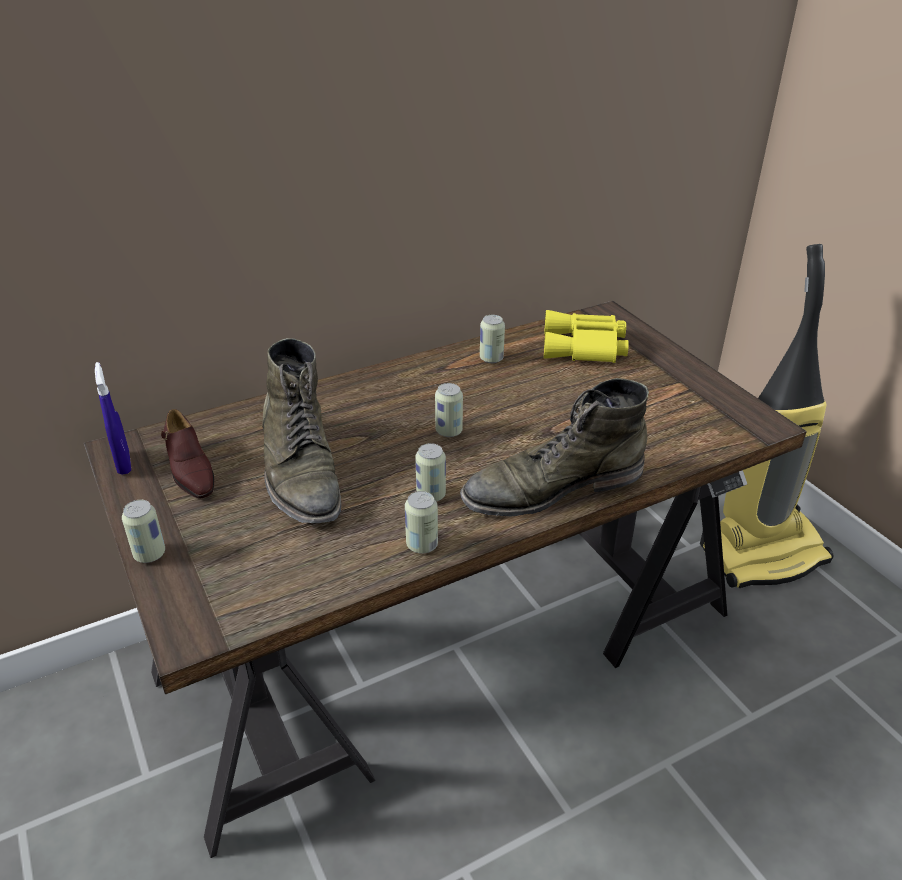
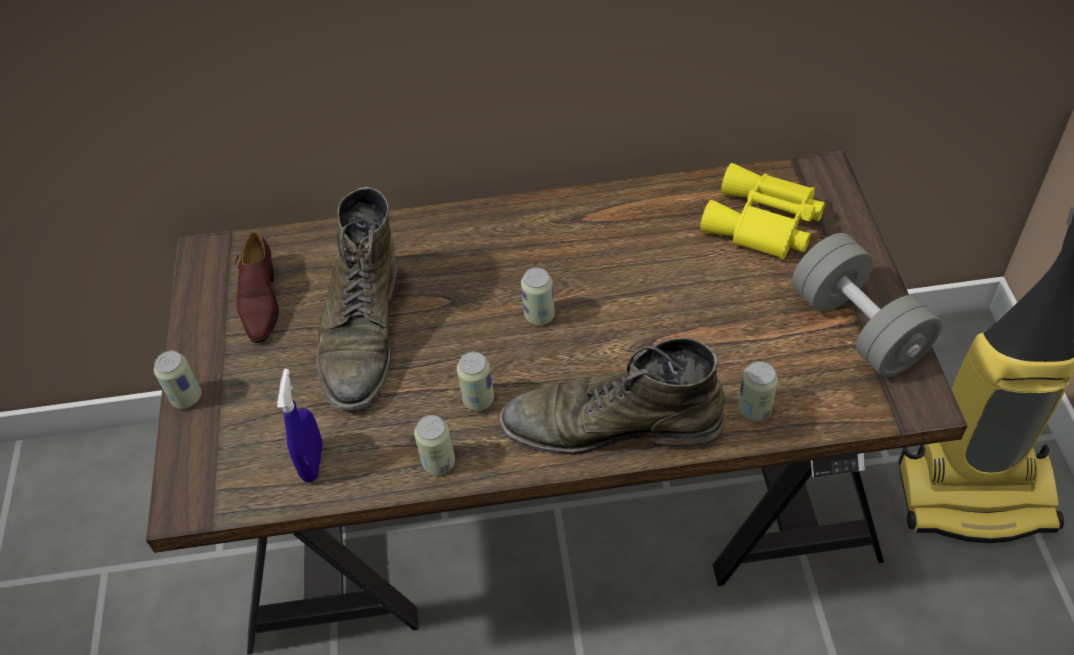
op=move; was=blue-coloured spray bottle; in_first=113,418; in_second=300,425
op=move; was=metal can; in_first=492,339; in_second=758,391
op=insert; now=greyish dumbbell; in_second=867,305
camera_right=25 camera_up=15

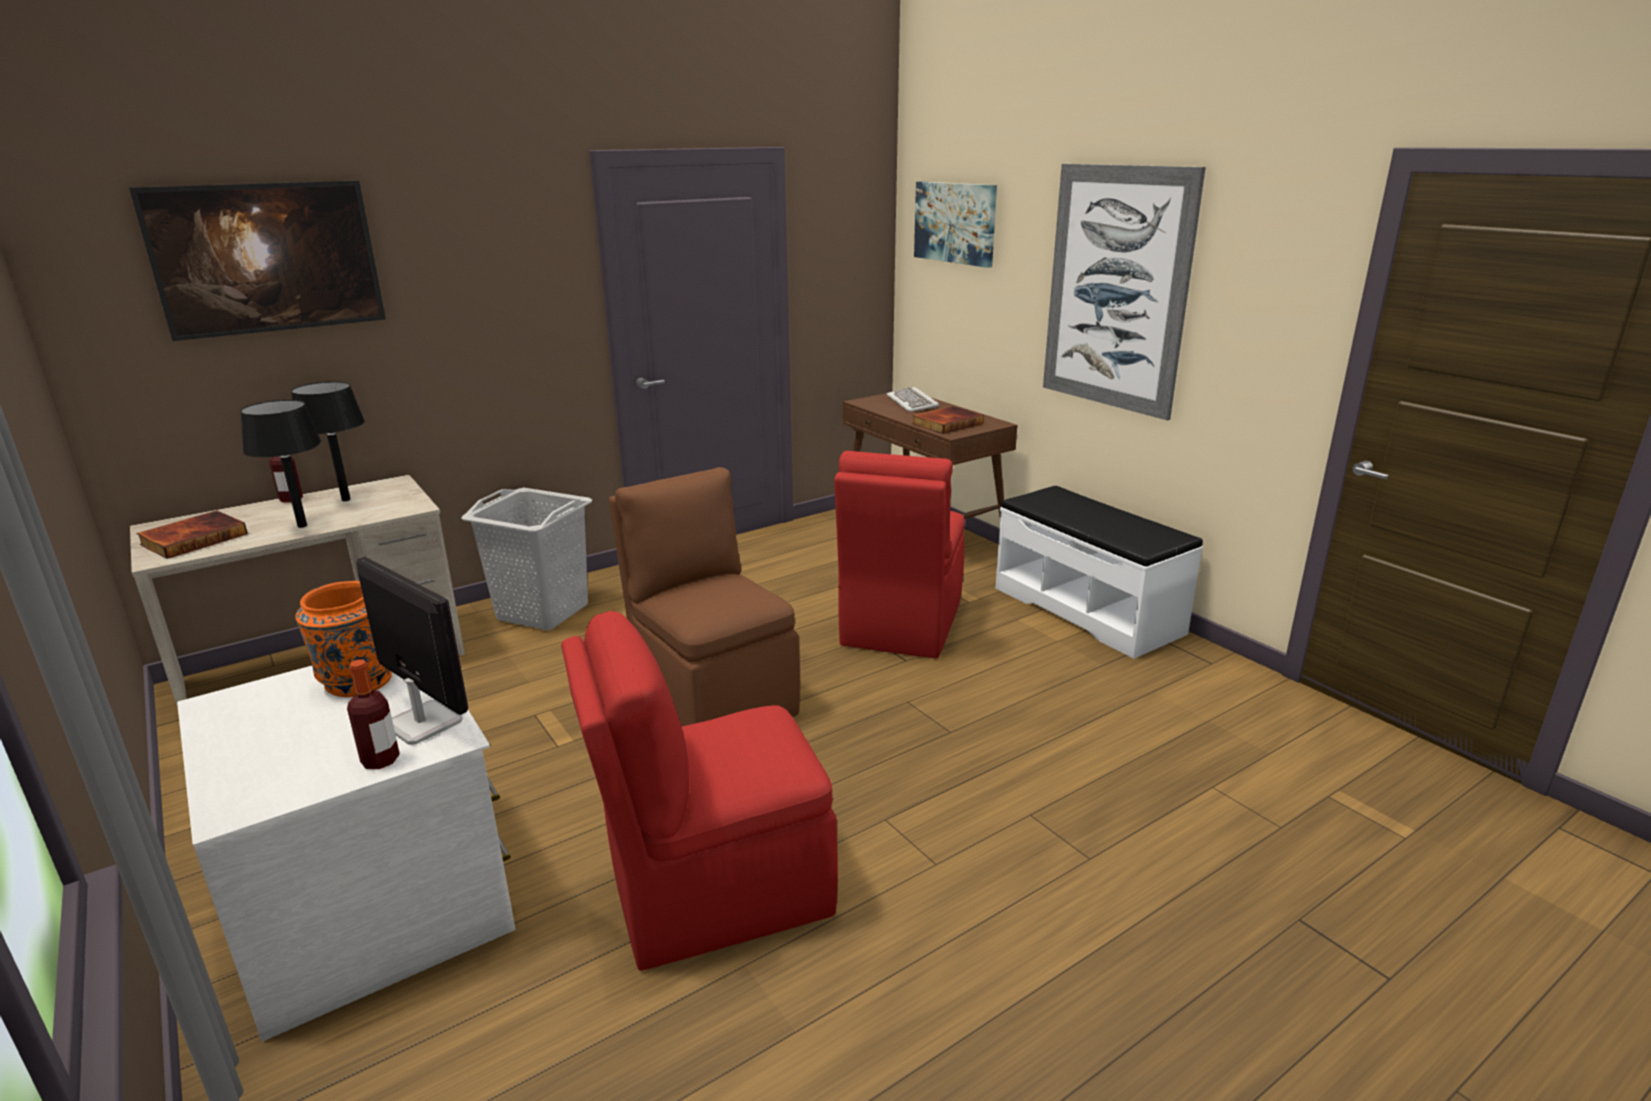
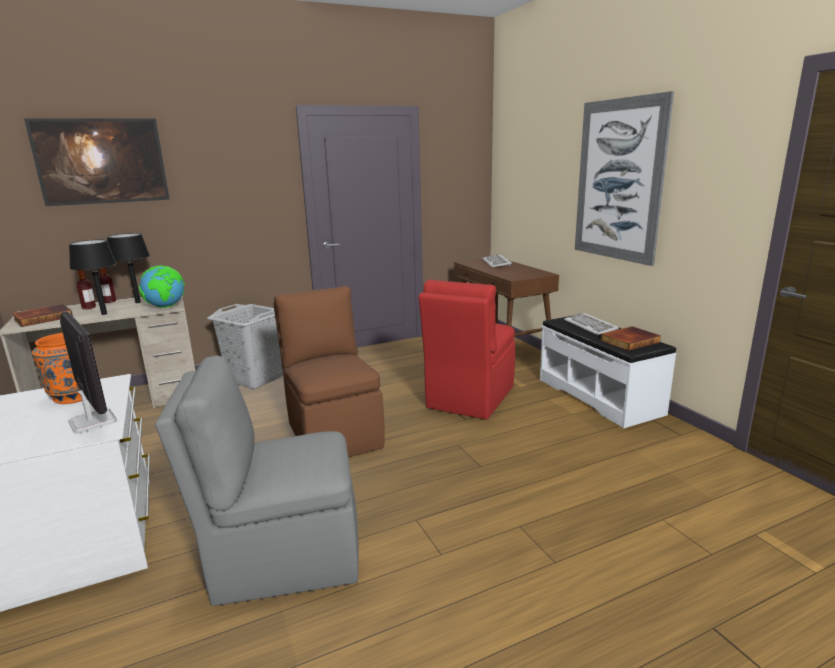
op=move; was=bottle; in_first=373,714; in_second=86,289
op=insert; now=globe; in_second=162,287
op=recolor; was=red-coloured upright chair; now=greyish upright chair; in_first=699,791; in_second=256,480
op=insert; now=PC keyboard; in_second=591,324
op=move; was=volume; in_first=948,420; in_second=630,338
op=delete; was=wall picture; in_first=955,224
camera_right=10 camera_up=-5

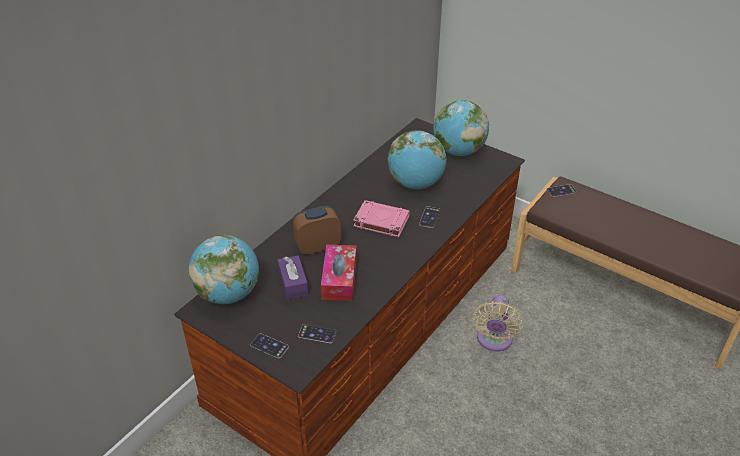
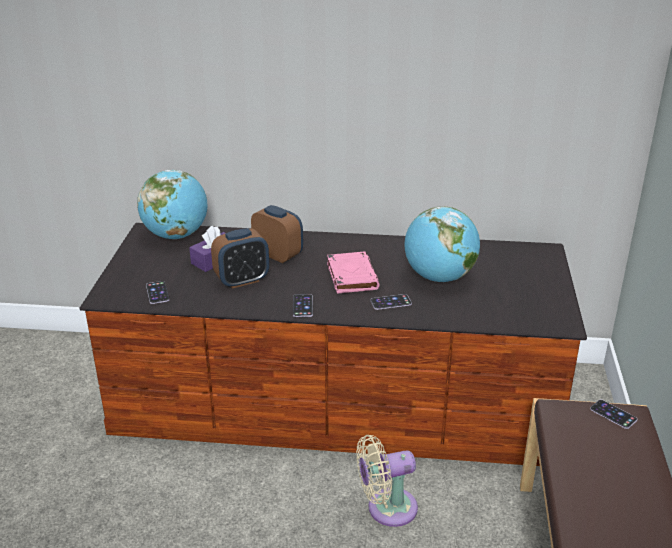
op=replace; was=box of tissues; now=alarm clock; in_first=339,272; in_second=240,258
op=move; was=handset; in_first=269,345; in_second=303,305
op=delete; was=globe; in_first=461,128
camera_right=60 camera_up=-10

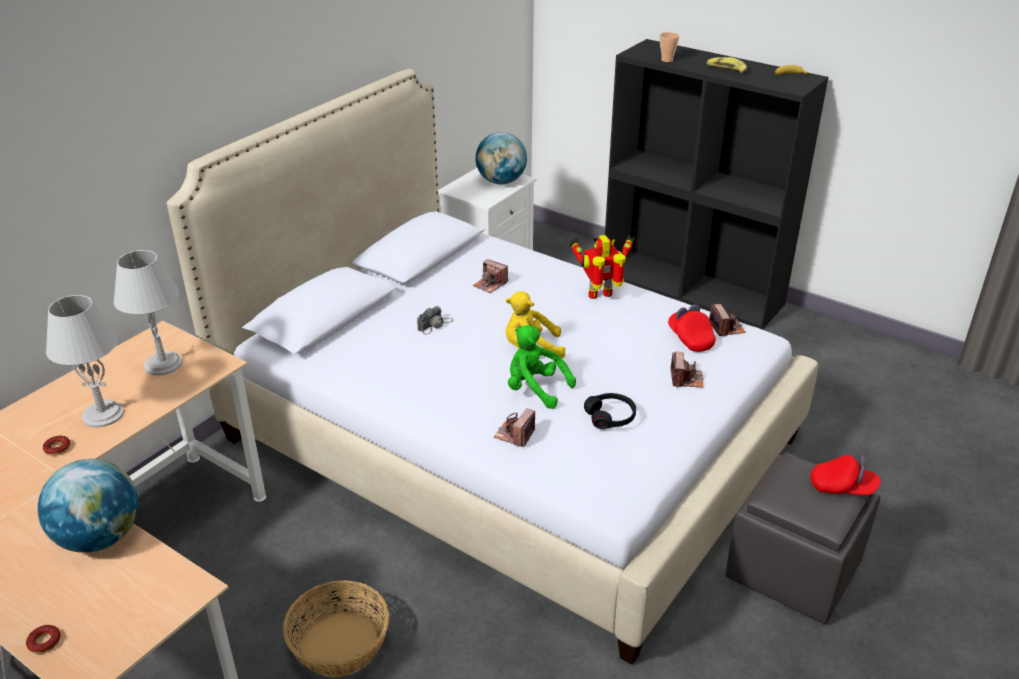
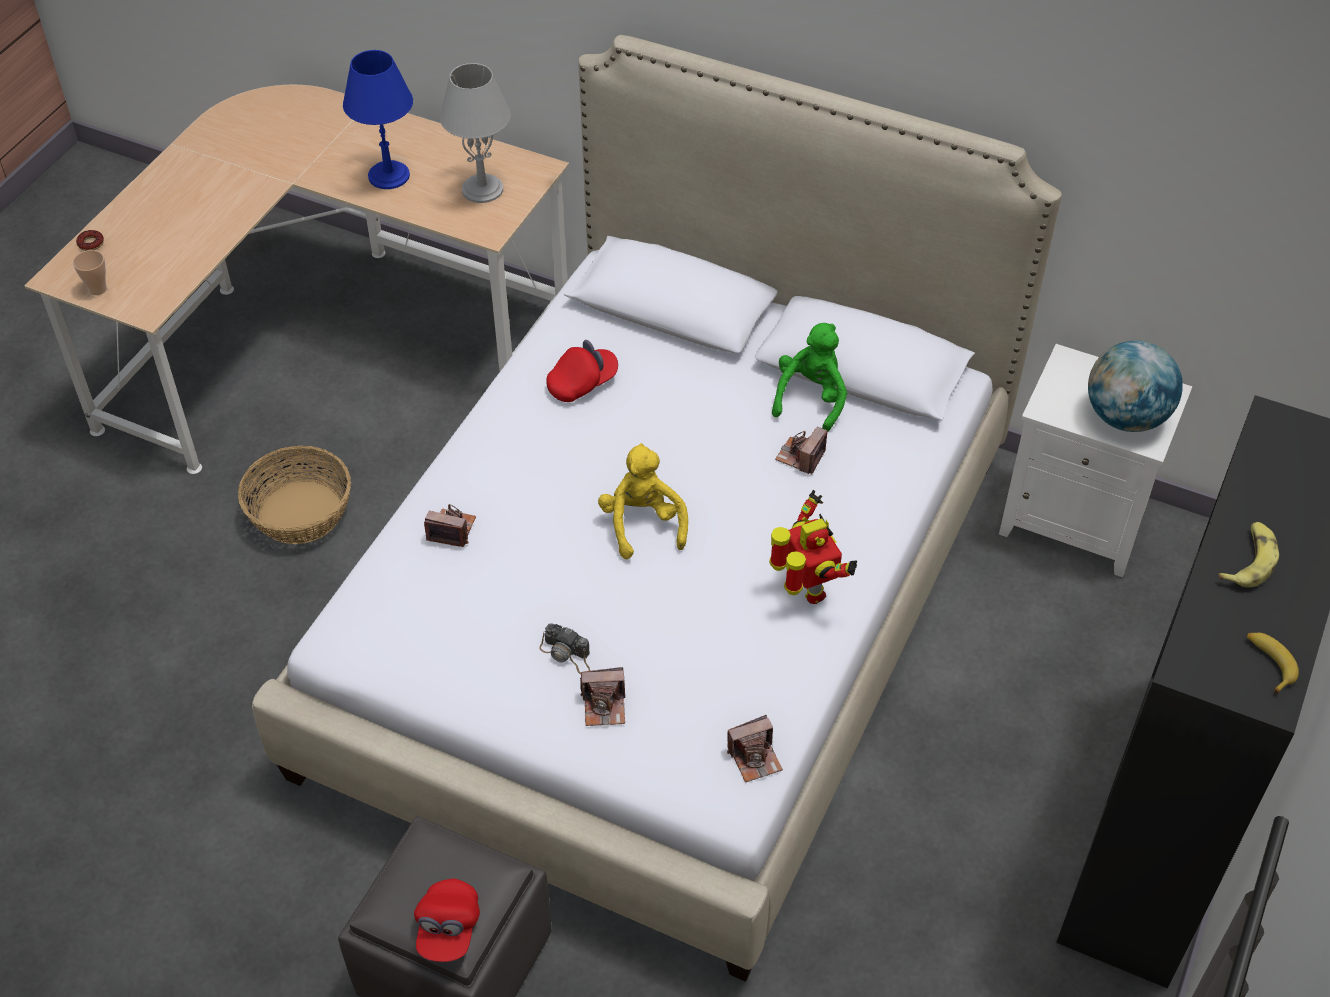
op=move; was=small cup; in_first=669,47; in_second=90,272
op=recolor; was=greyish table lamp; now=blue-coloured table lamp; in_first=85,361; in_second=378,119
op=move; was=photo camera; in_first=435,320; in_second=564,648
op=move; was=red-coloured cap; in_first=692,328; in_second=582,371
op=move; was=green-coloured soft toy; in_first=542,367; in_second=809,377
op=delete; was=globe; in_first=87,506
op=delete; was=ring doughnut; in_first=56,446
op=delete; was=blackish headphones; in_first=610,411
camera_right=80 camera_up=15

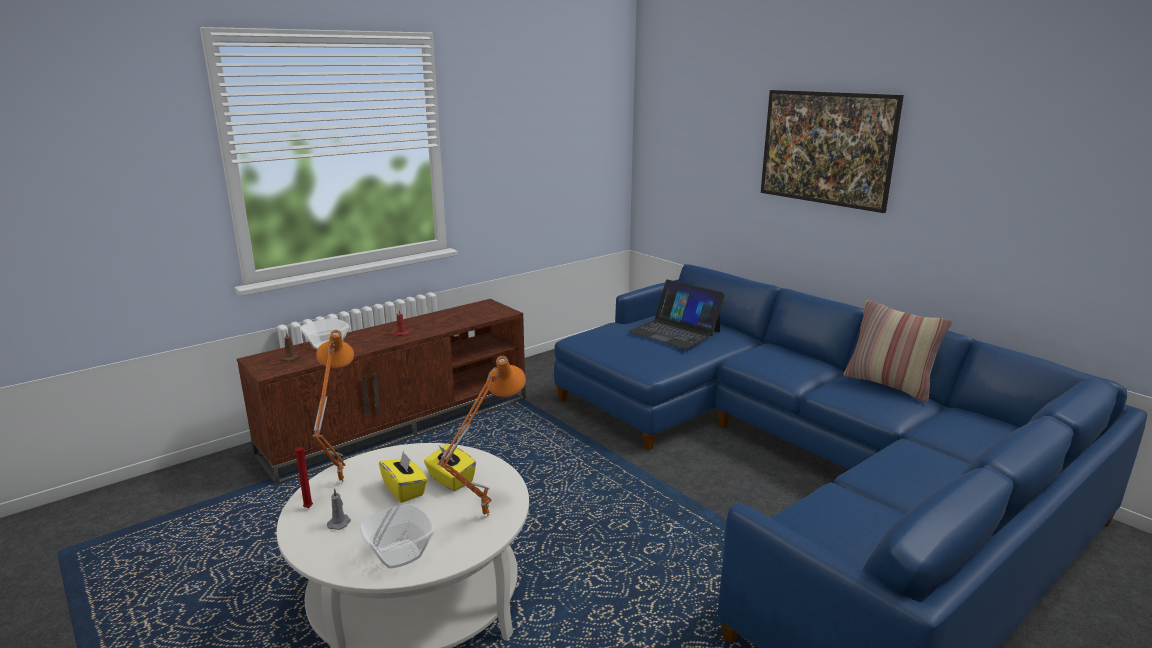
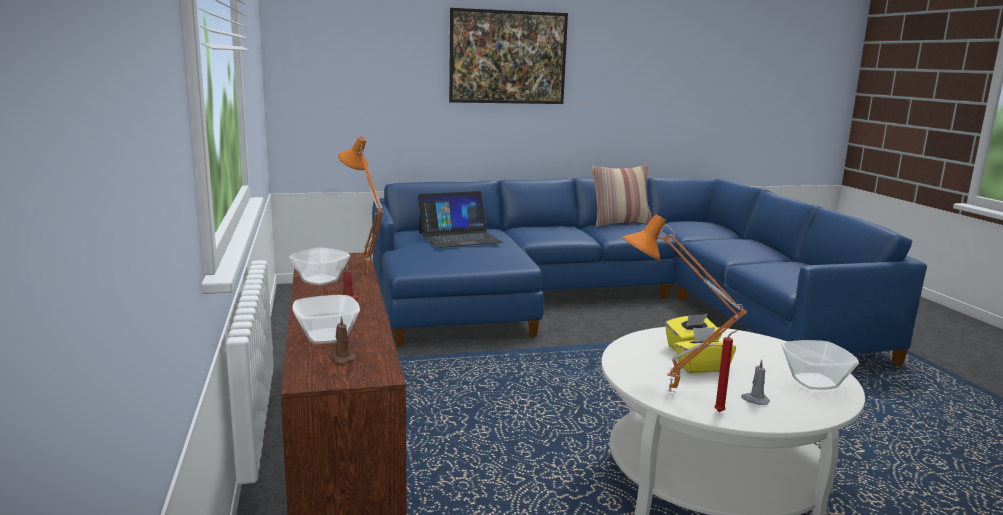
op=insert; now=serving bowl; in_second=319,266
op=move; was=orange-coloured table lamp; in_first=482,437; in_second=360,204
camera_right=-65 camera_up=-5

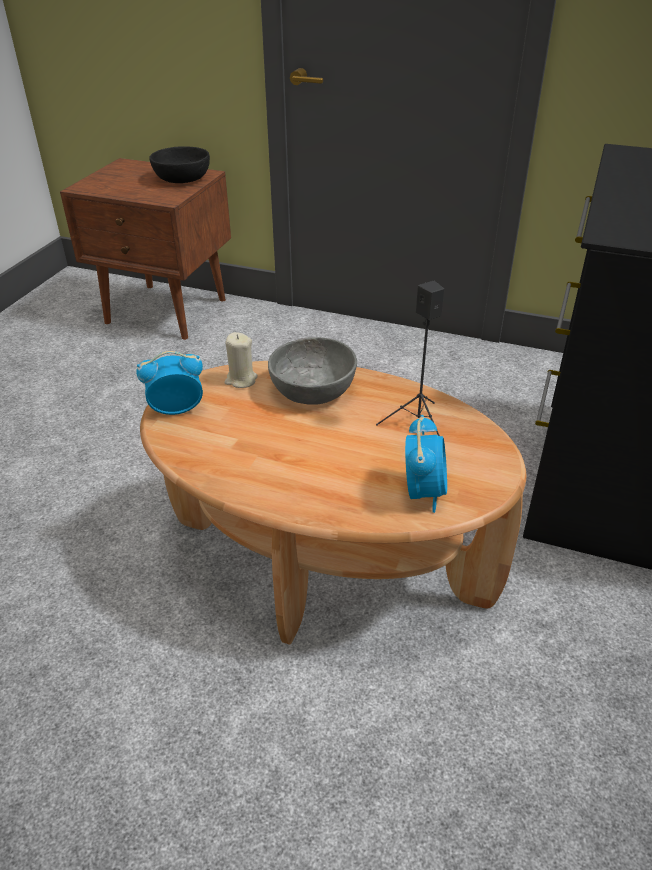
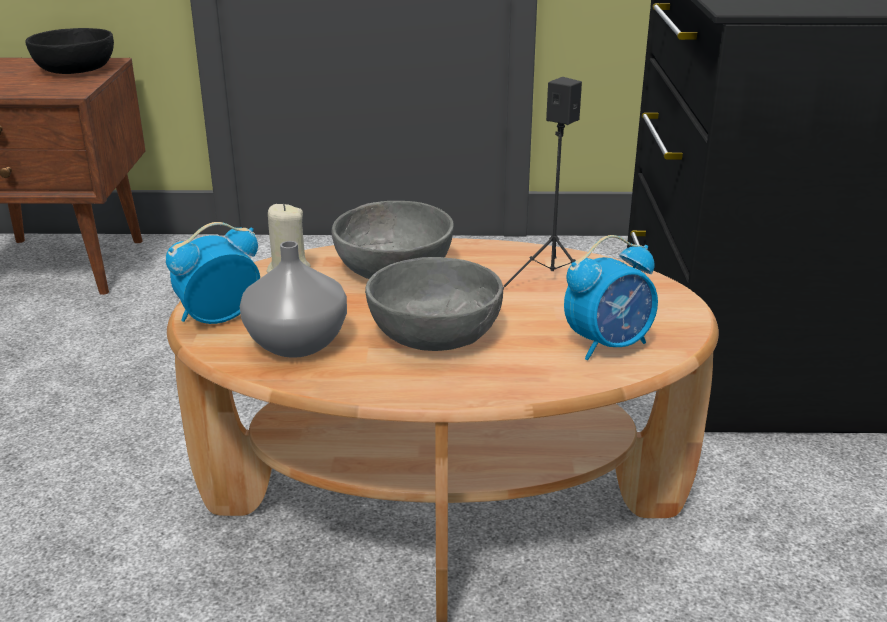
op=insert; now=greyish decorative vase; in_second=293,299
op=insert; now=greyish serving bowl; in_second=434,304
op=rotate; was=alarm clock; in_first=426,464; in_second=611,297; clockwise=75
camera_right=-20 camera_up=-10

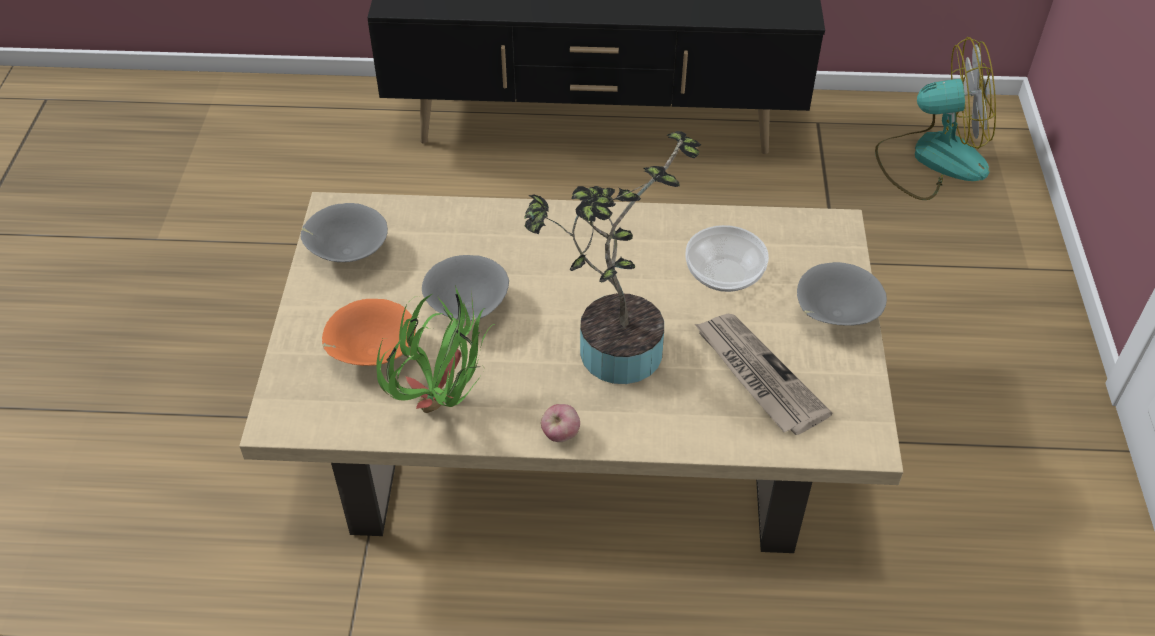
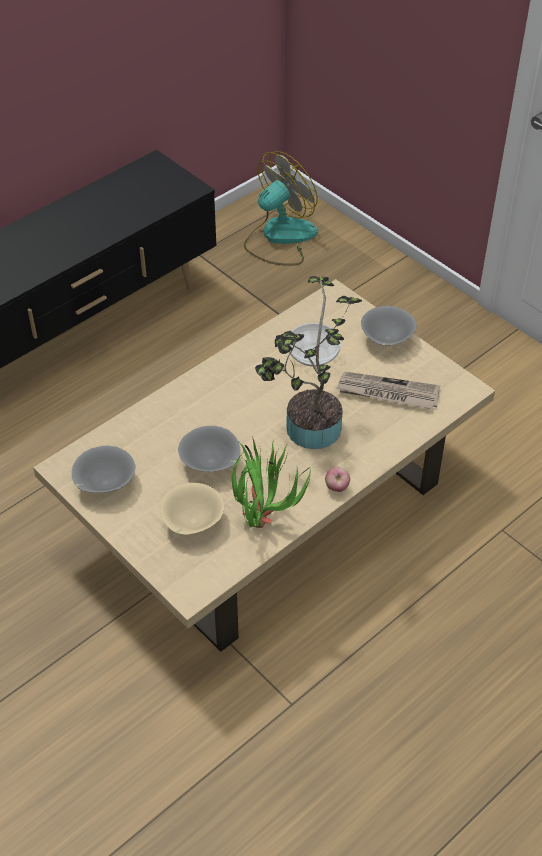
op=recolor; was=orange-coloured serving bowl; now=sand-coloured serving bowl; in_first=369,332; in_second=192,509
camera_right=-45 camera_up=0

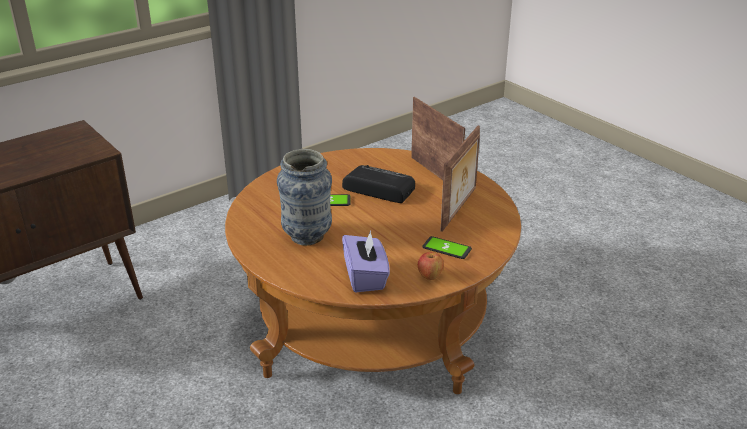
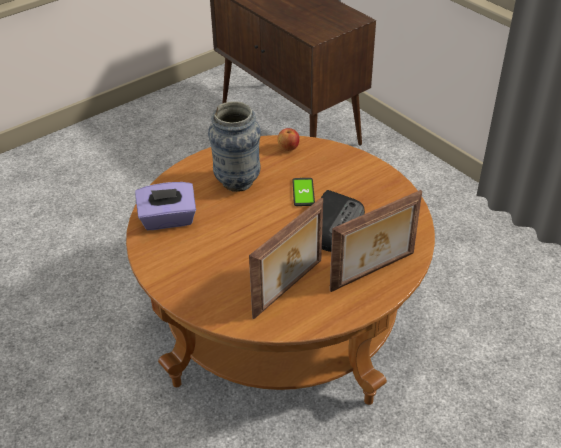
op=rotate; was=standing frame; in_first=460,179; in_second=286,258; clockwise=-75
op=move; was=apple fruit; in_first=430,266; in_second=288,139
op=delete; was=handset; in_first=447,247
camera_right=90 camera_up=10

